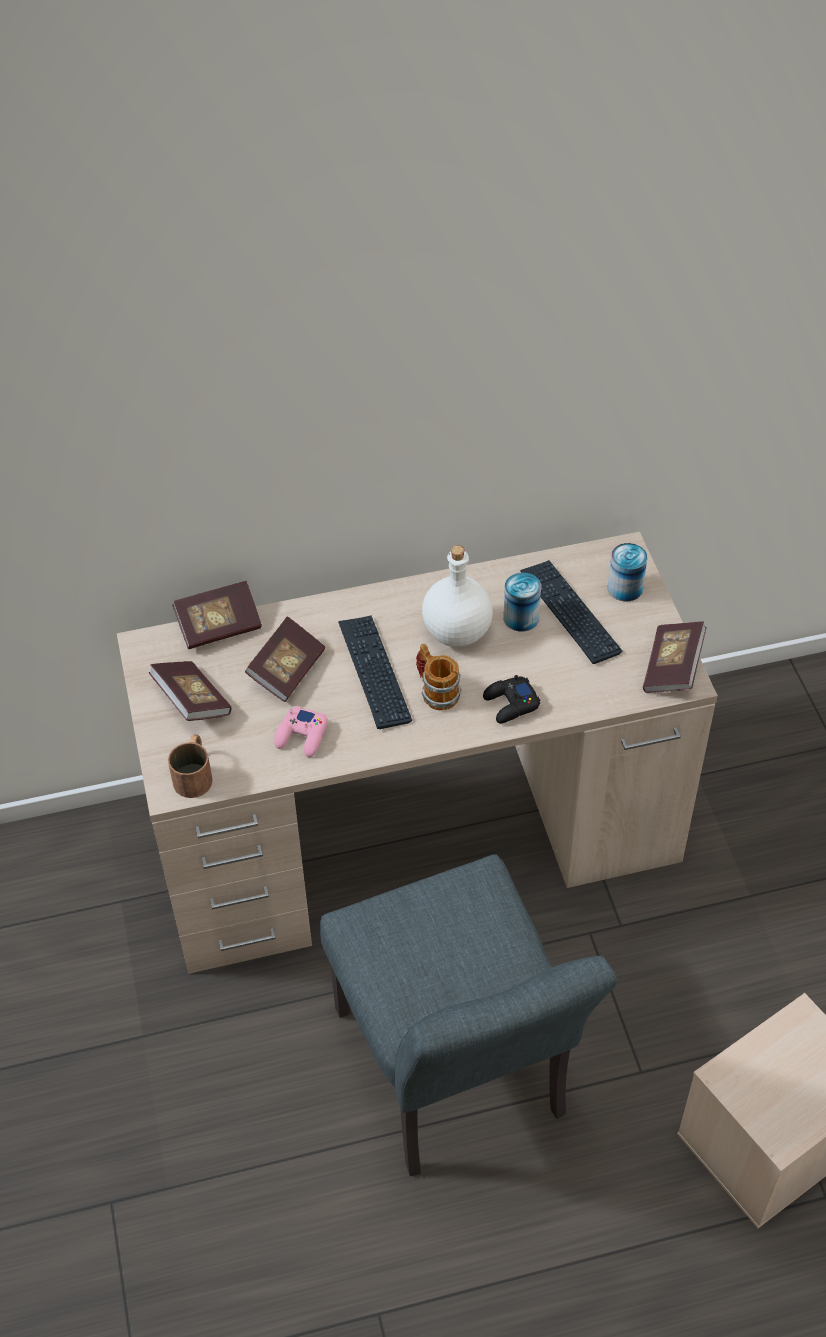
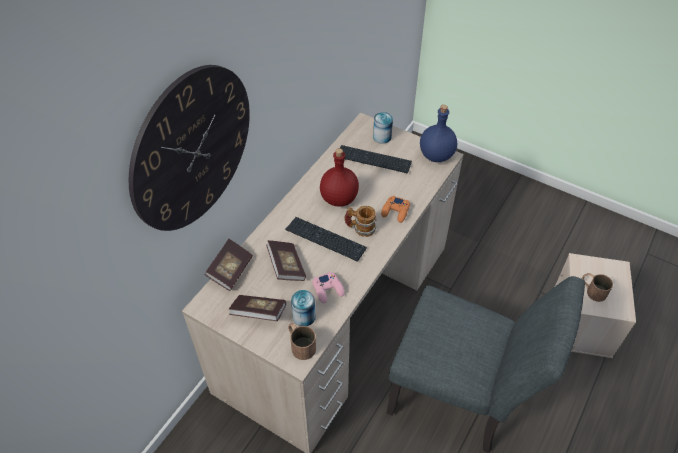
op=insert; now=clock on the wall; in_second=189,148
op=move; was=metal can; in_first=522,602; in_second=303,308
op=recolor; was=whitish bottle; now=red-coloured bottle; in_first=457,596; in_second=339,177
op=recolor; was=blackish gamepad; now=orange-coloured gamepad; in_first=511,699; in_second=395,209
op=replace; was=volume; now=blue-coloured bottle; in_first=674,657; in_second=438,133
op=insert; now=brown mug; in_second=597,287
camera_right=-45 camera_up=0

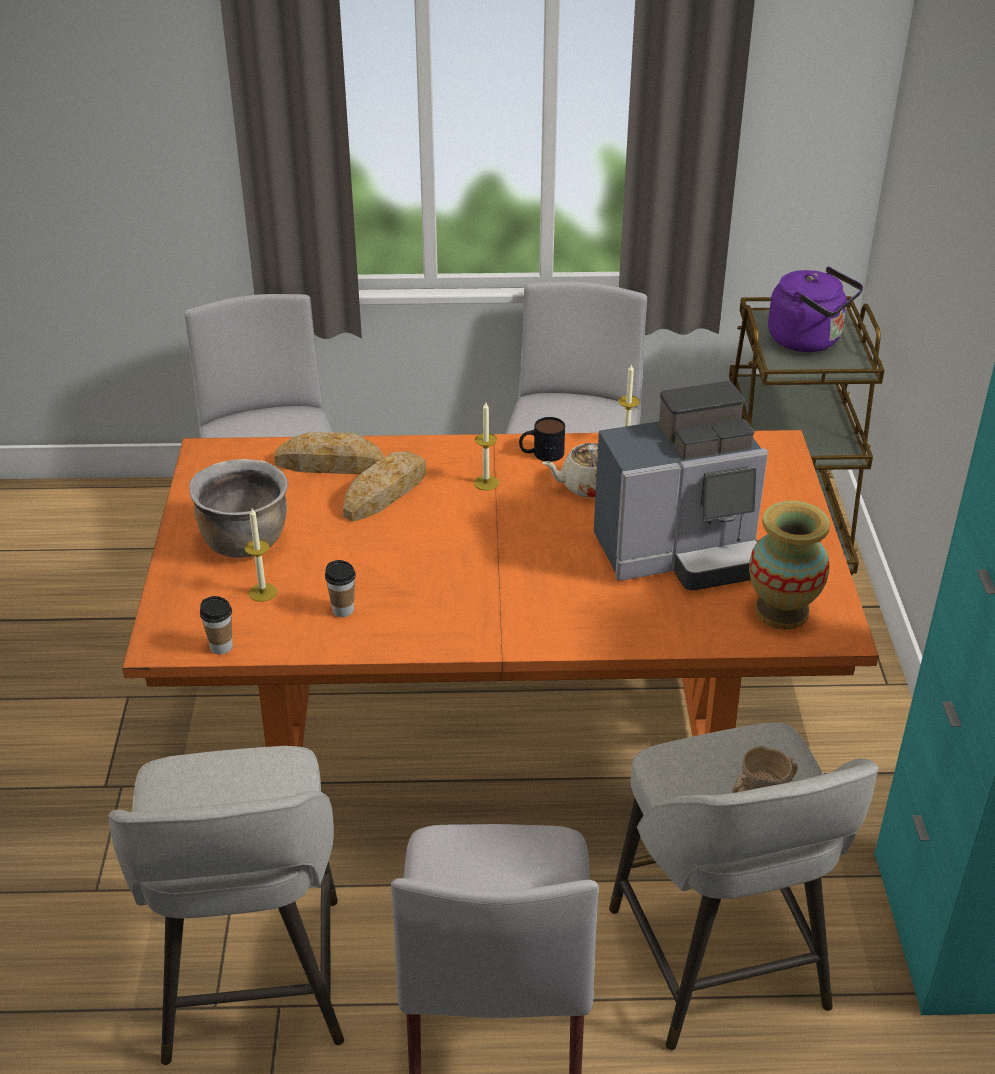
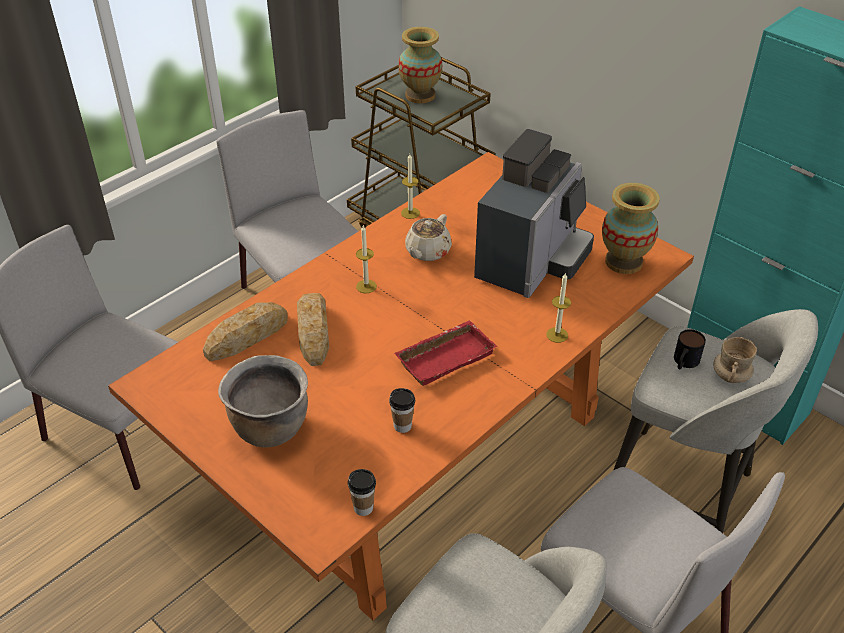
op=insert; now=red-coloured tray; in_second=445,353
op=replace; was=purple water kettle; now=decorative vase; in_first=815,309; in_second=420,65
op=move; was=wax candle; in_first=261,555; in_second=558,307
op=move; was=mug; in_first=542,439; in_second=690,349
camera_right=-45 camera_up=5

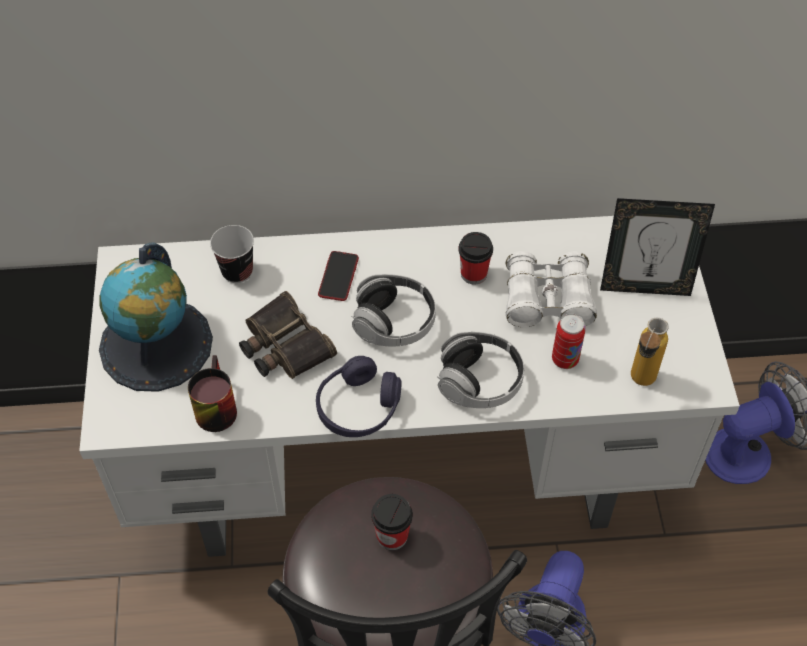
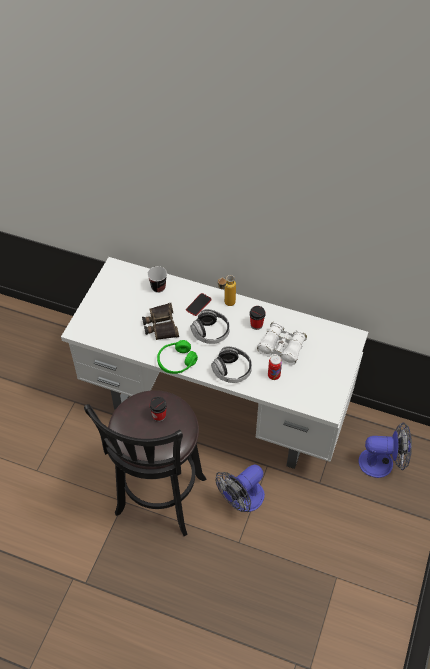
op=recolor; was=purple headphones; now=green-coloured headphones; in_first=359,396; in_second=177,357
op=move; was=bottle; in_first=650,352; in_second=227,290
op=delete; was=globe; in_first=156,317
op=delete; was=mug; in_first=212,393
op=delete; was=standing frame; in_first=657,247
camera_right=25 camera_up=0

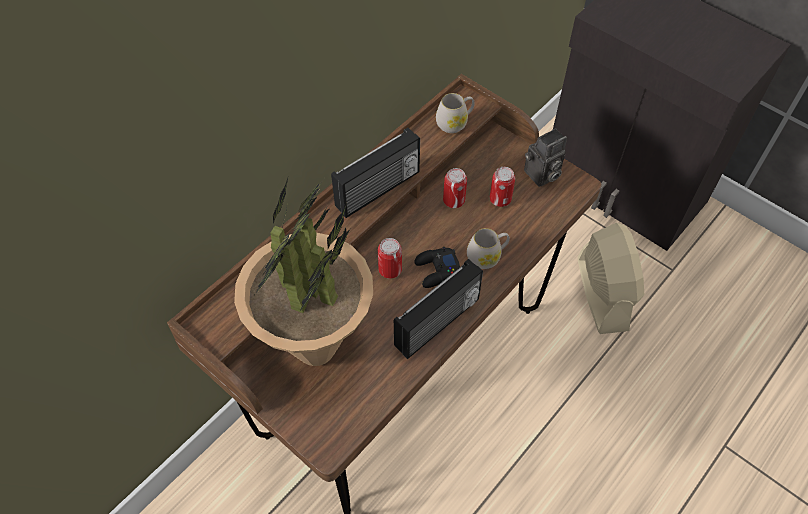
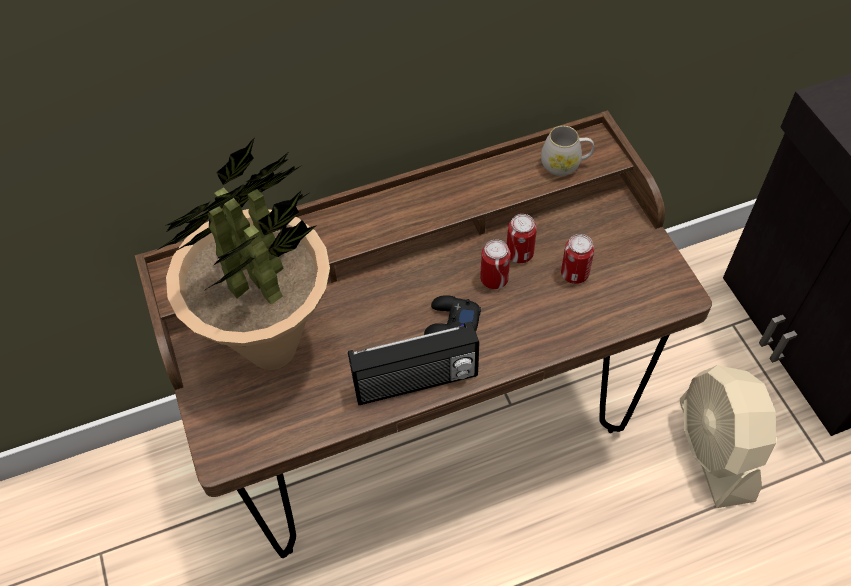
op=move; was=metal can; in_first=390,258; in_second=495,264
op=rotate; was=sand-coloured cooling fan; in_first=611,278; in_second=728,436; clockwise=150
op=delete; was=radio set; in_first=375,172
op=delete; was=whitish mug; in_first=488,248
op=delete; was=photo camera; in_first=545,157
camera_right=30 camera_up=0

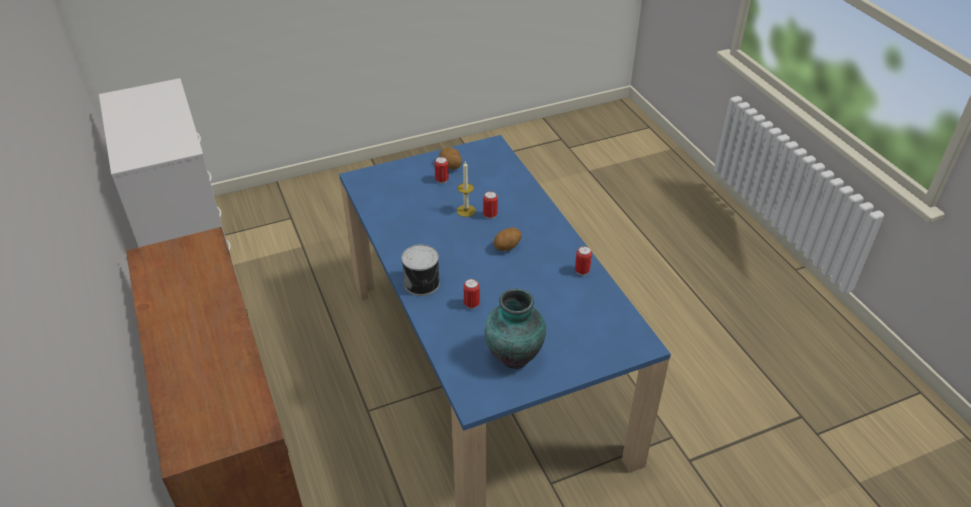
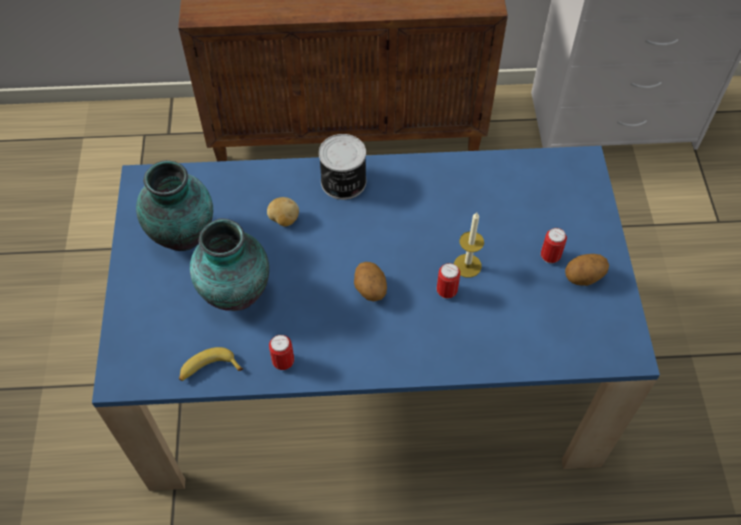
op=insert; now=banana fruit; in_second=211,364
op=insert; now=decorative vase; in_second=229,264
op=replace; was=metal can; now=whole potato; in_first=472,294; in_second=283,212
camera_right=110 camera_up=15

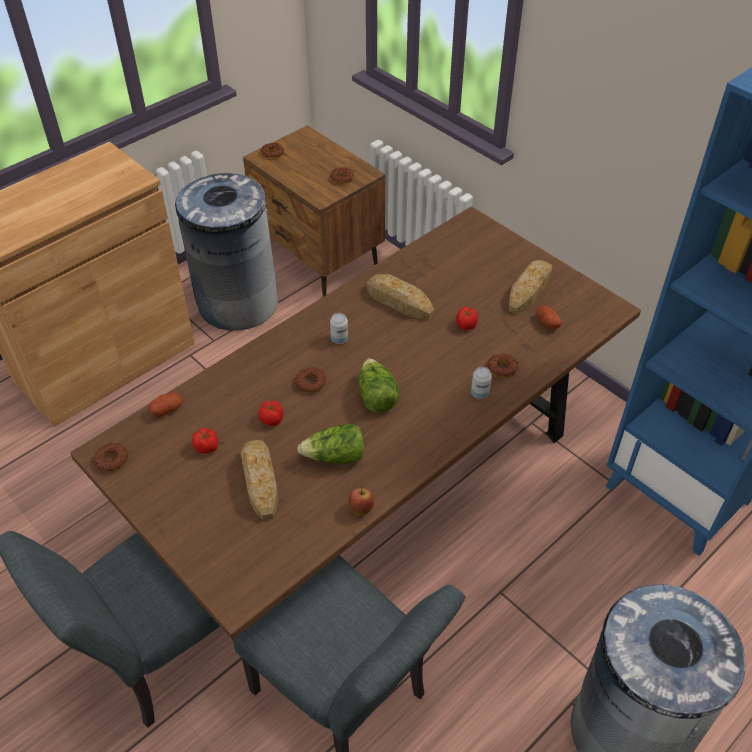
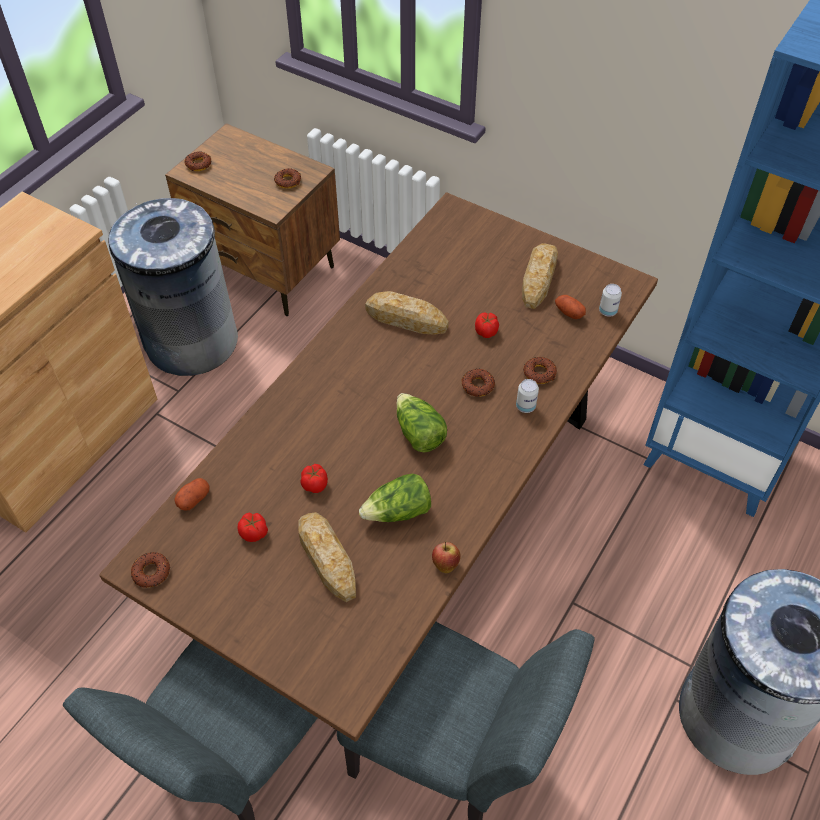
op=move; was=ring doughnut; in_first=311,380; in_second=478,383
op=move; was=metal can; in_first=339,328; in_second=610,300
camera_right=-15 camera_up=5

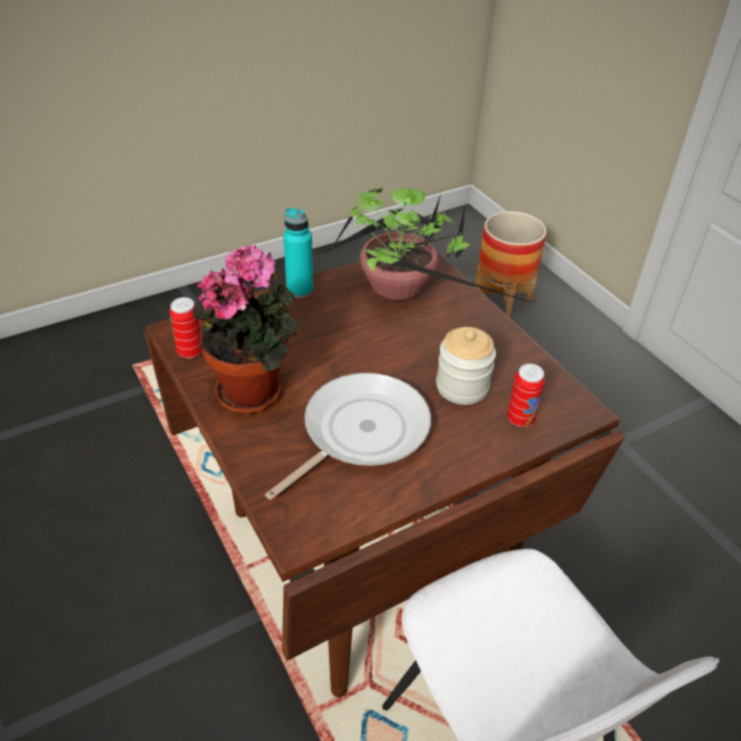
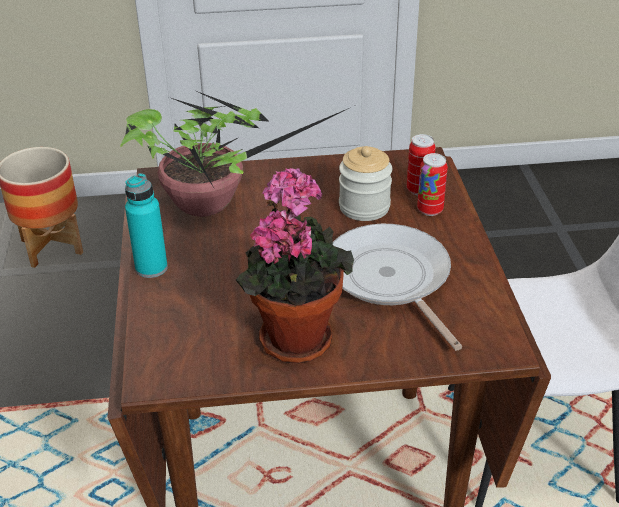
op=move; was=metal can; in_first=185,327; in_second=432,184
camera_right=-65 camera_up=-5

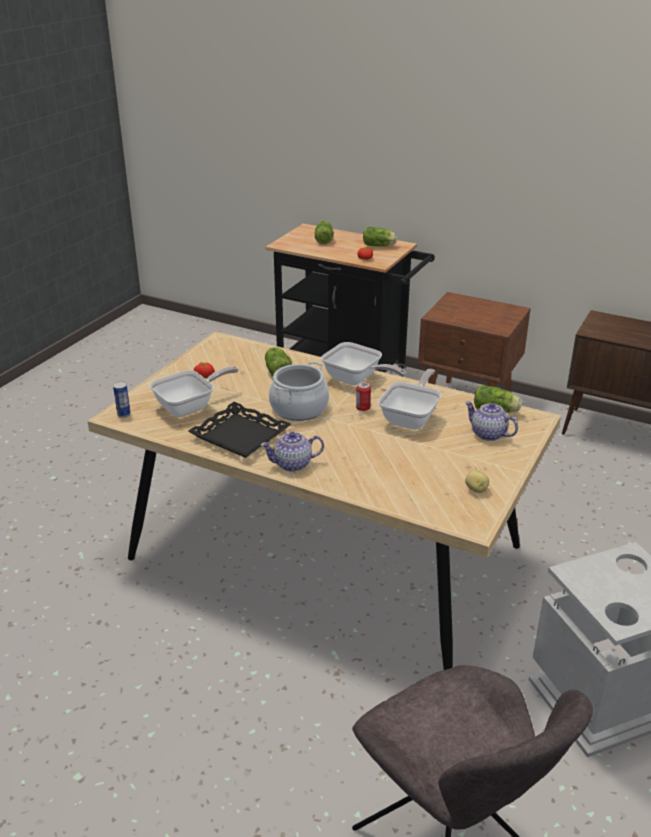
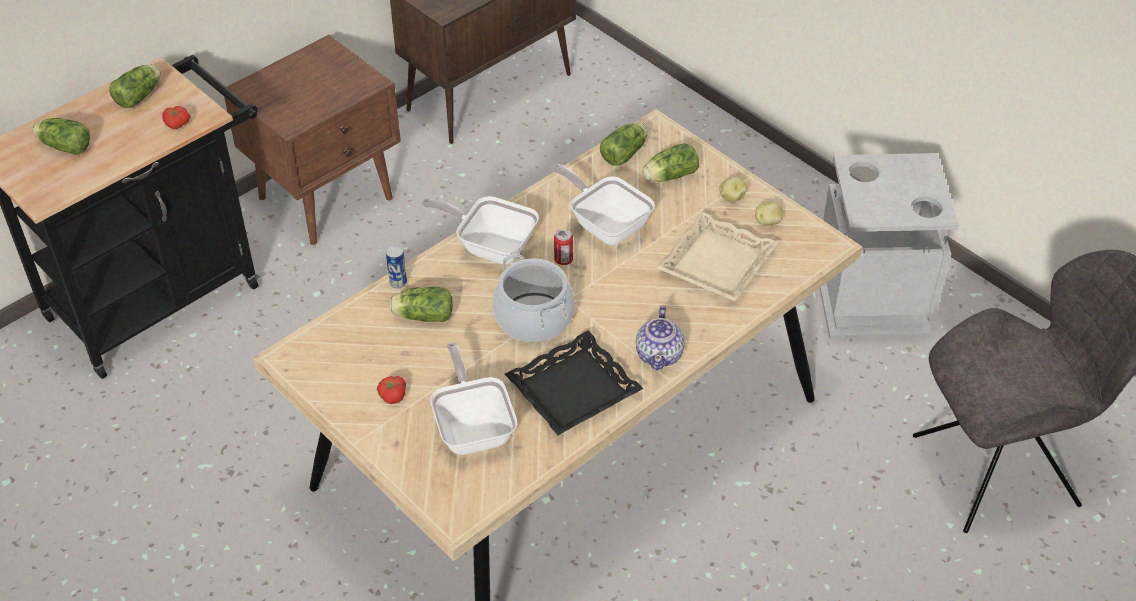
op=move; was=metal can; in_first=122,400; in_second=396,266
op=rotate; was=skillet; in_first=363,363; in_second=480,230; clockwise=-120
op=replace; was=pot for tea; now=head of lettuce; in_first=491,421; in_second=671,162
op=insert; now=sand-coloured tray; in_second=717,256
op=insert; now=whole potato; in_second=733,189
camera_right=-70 camera_up=15

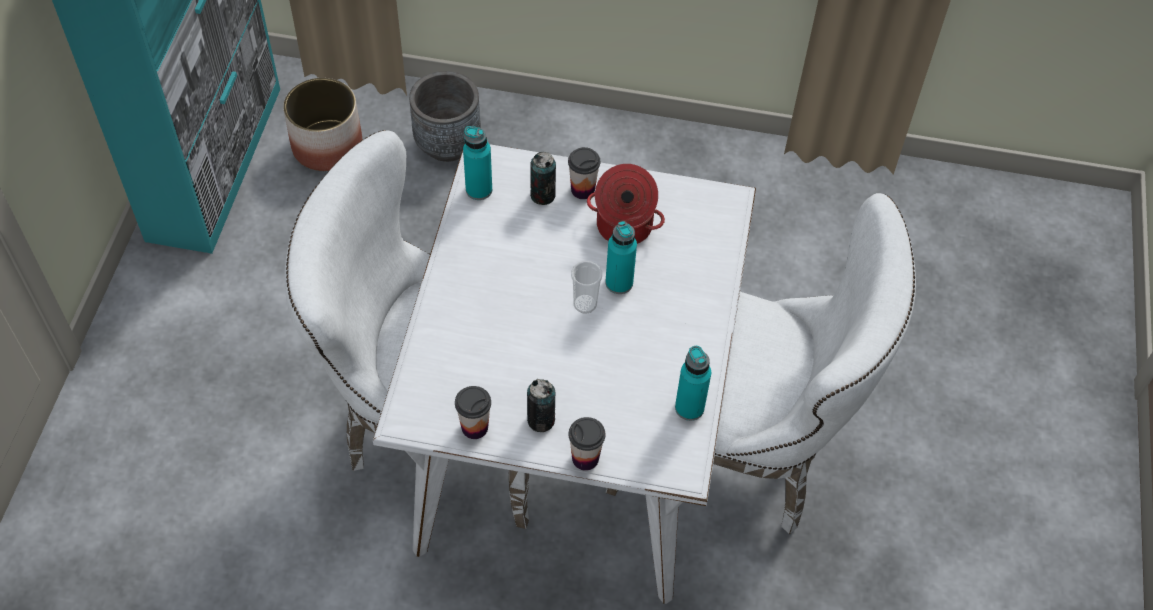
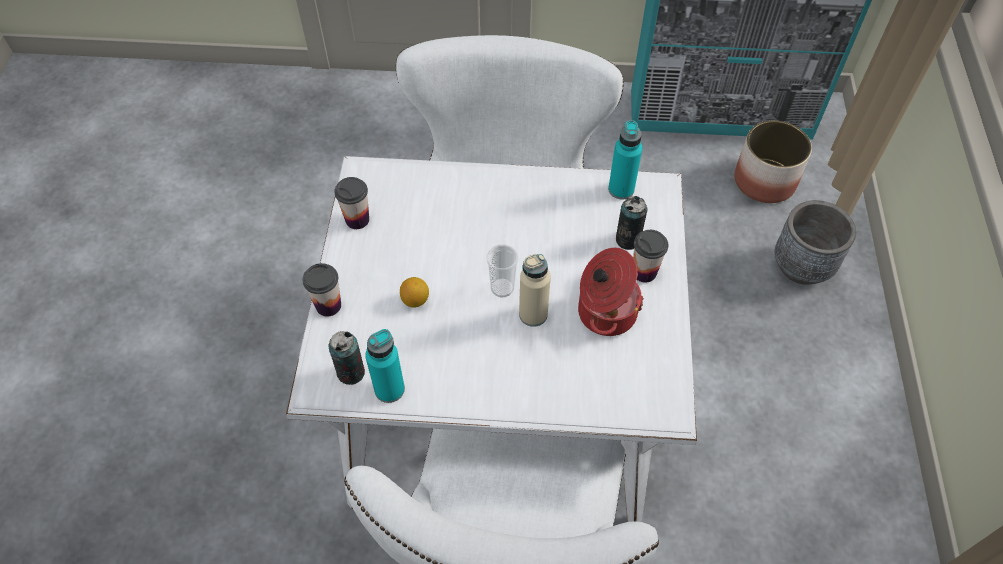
op=move; was=metal can; in_first=541,405; in_second=346,358
op=insert; now=citrus fruit; in_second=414,292
op=recolor; was=turquoise-coloured bottle; now=sand-coloured bottle; in_first=621,257; in_second=535,290
camera_right=85 camera_up=0

